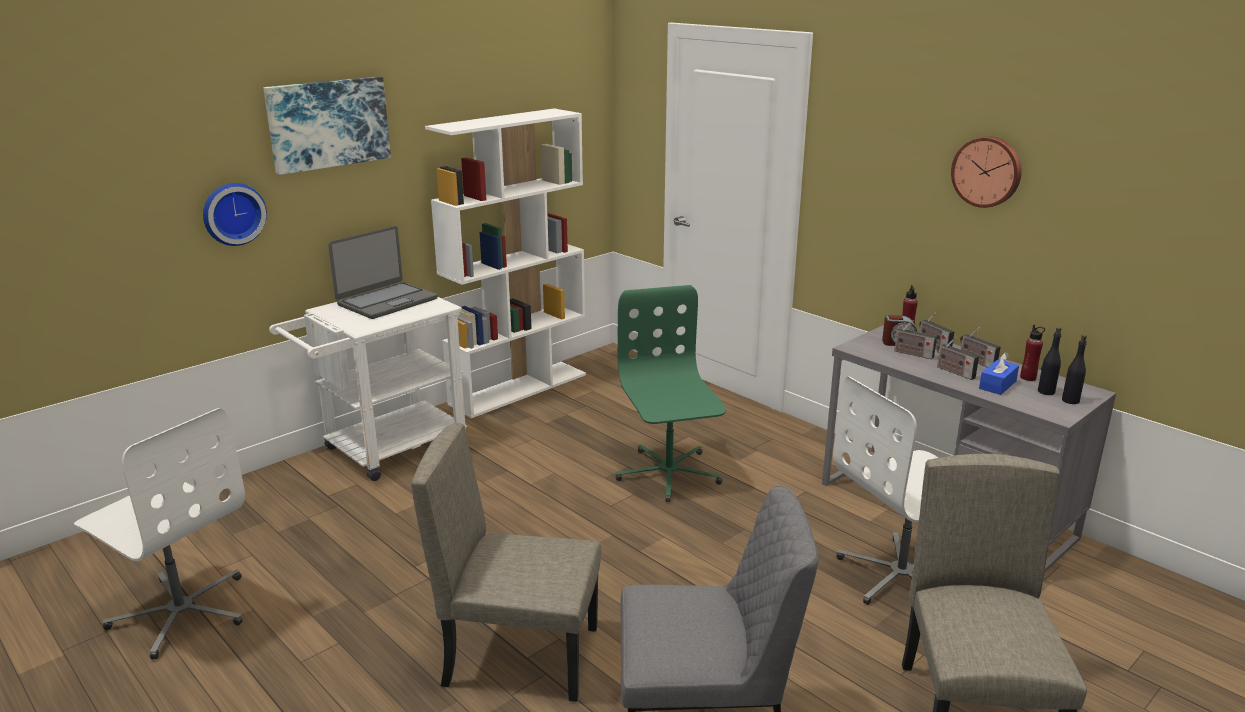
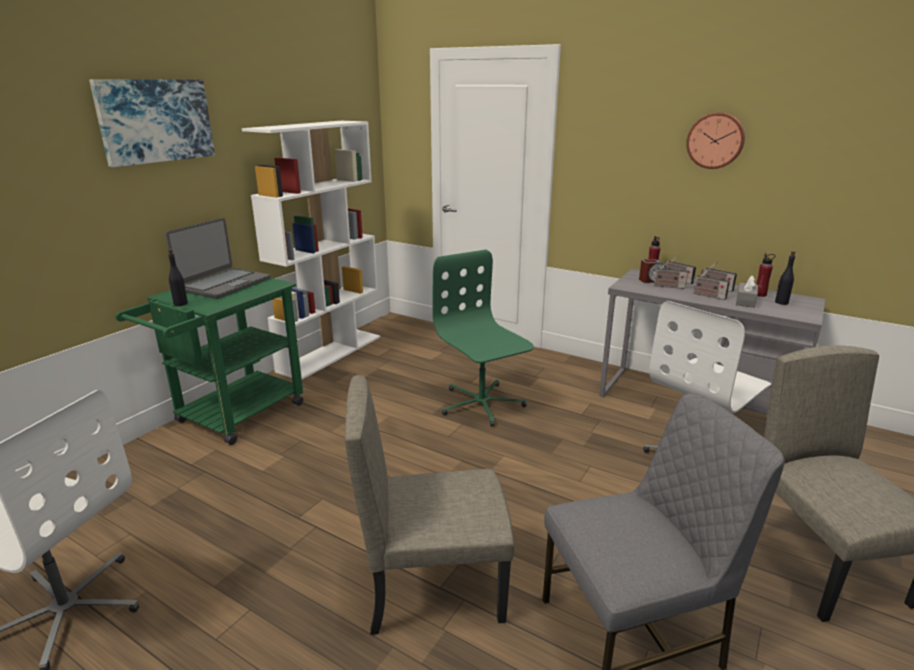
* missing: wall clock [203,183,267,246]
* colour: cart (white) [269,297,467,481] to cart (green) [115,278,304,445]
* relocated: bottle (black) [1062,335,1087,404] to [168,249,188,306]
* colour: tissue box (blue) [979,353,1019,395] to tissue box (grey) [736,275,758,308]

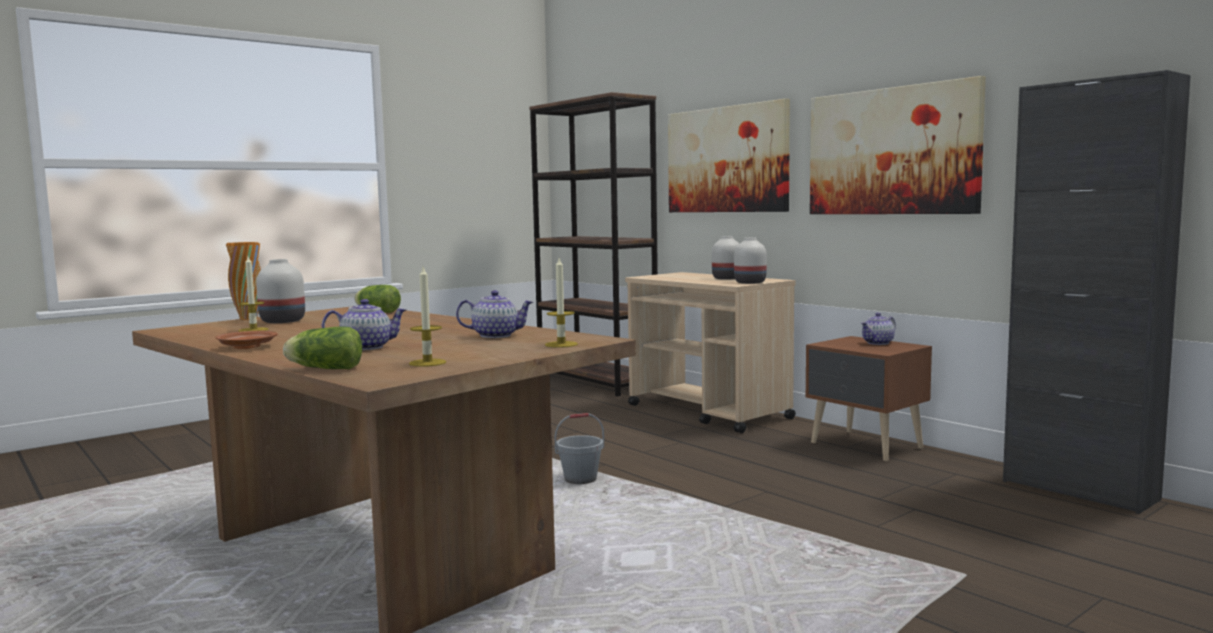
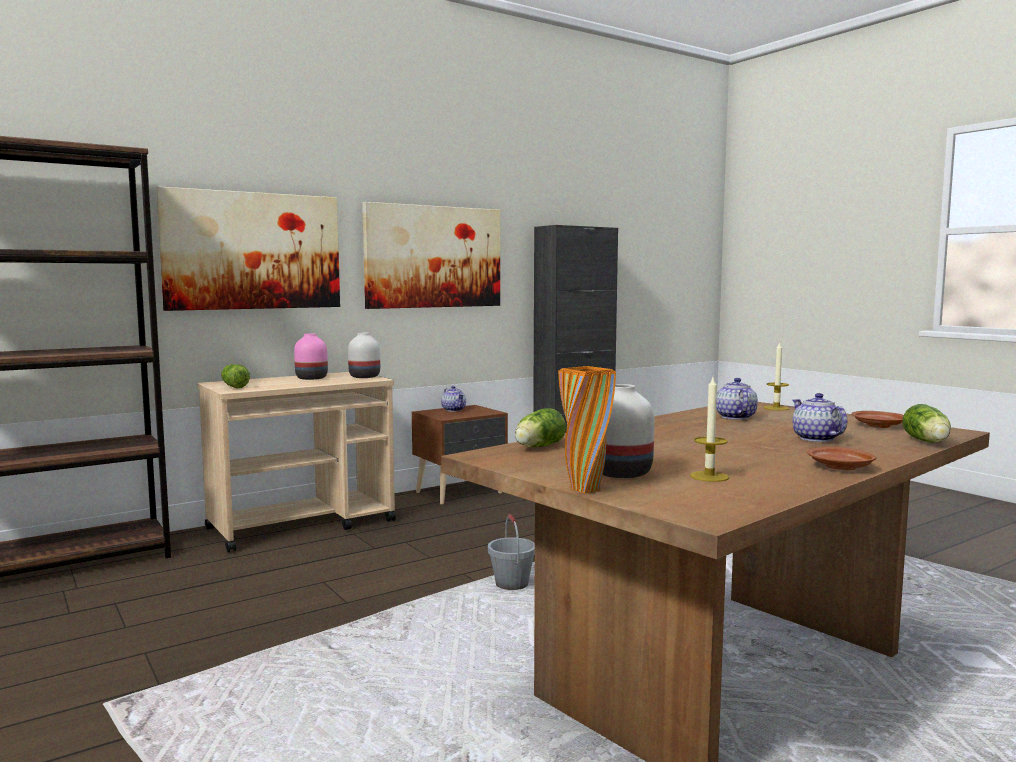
* colour: vase (white) [712,236,739,280] to vase (pink) [294,333,328,380]
* exchanged: candle [409,267,446,367] to plate (brown) [851,411,904,428]
* appeared: lettuce [221,364,250,388]

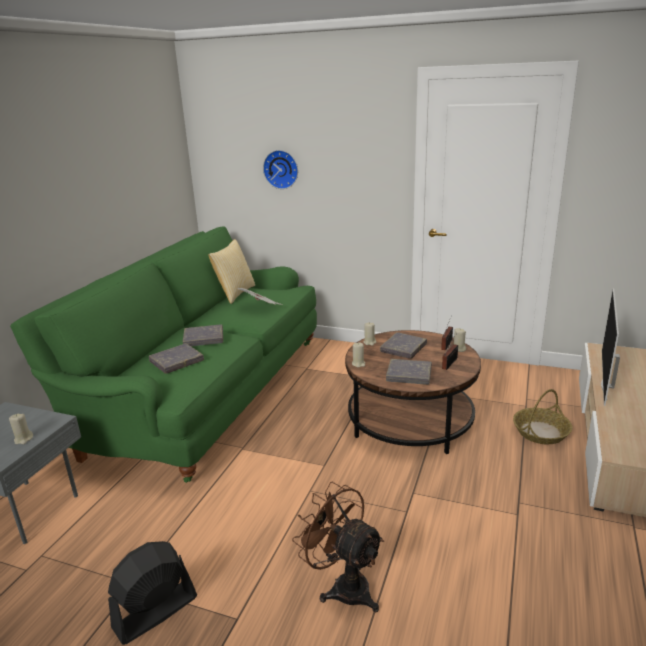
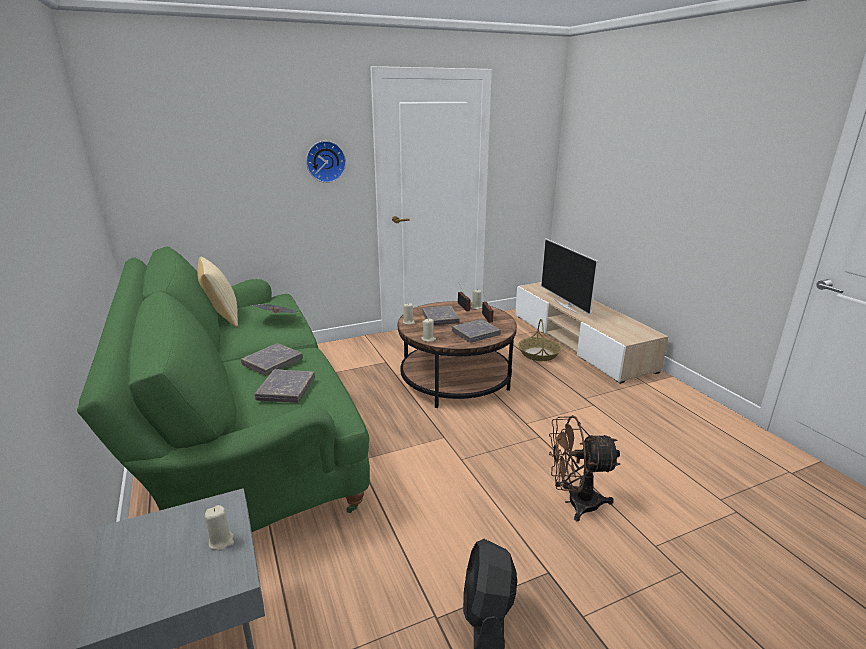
* relocated: wall clock [263,150,298,189] to [306,141,346,183]

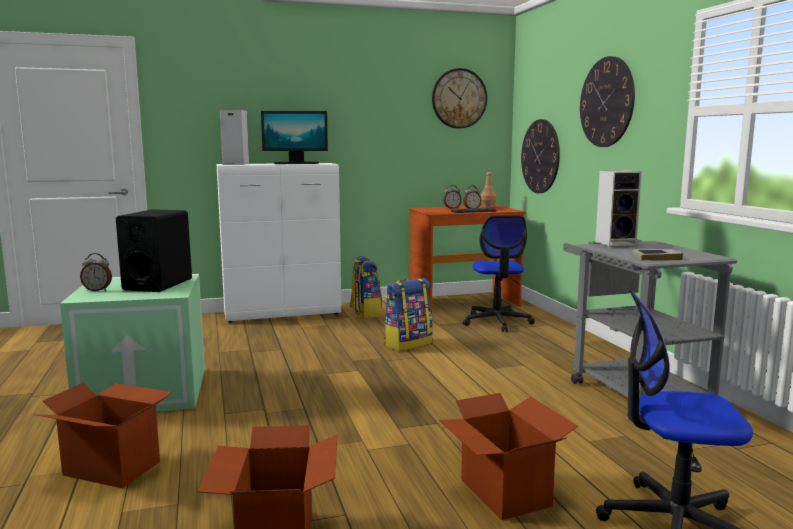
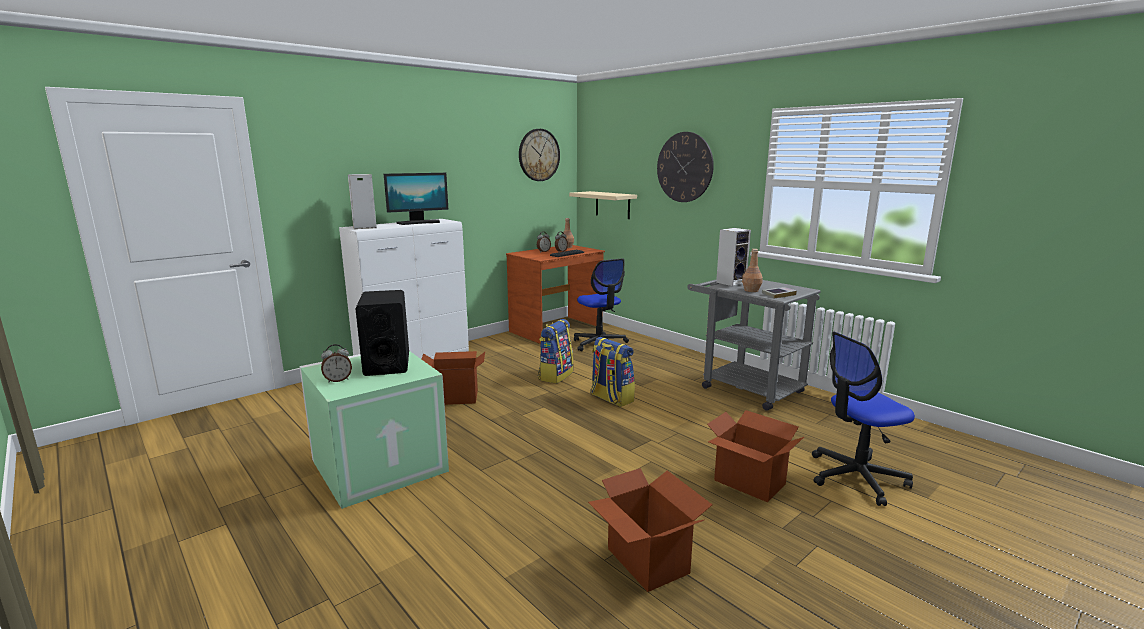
* exchanged: wall clock [521,119,560,193] to shelf (beige) [569,191,637,219]
* relocated: backpack [350,256,382,318] to [591,337,635,407]
* relocated: cardboard box [34,383,172,488] to [421,351,485,405]
* appeared: bottle (brown) [742,249,763,292]

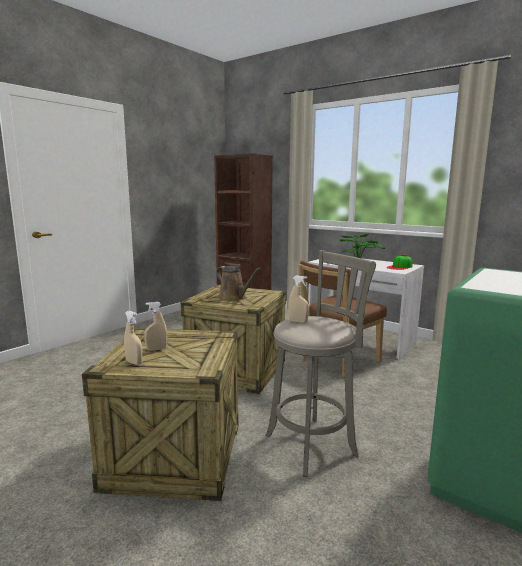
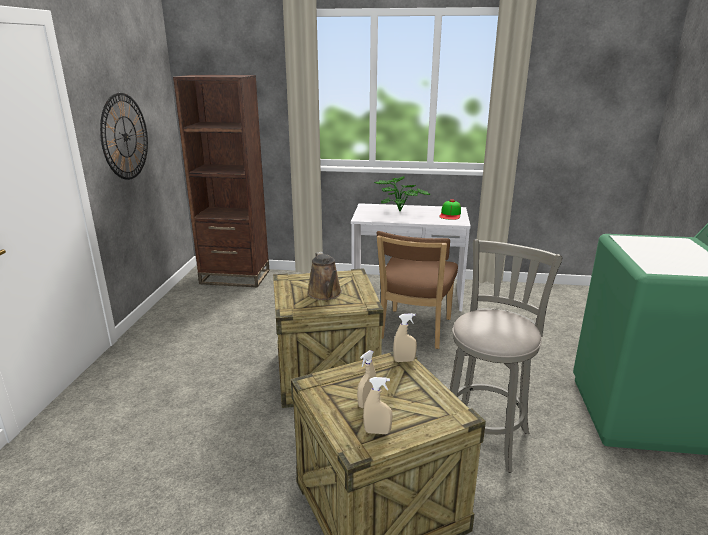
* spun: watering can (brown) [216,266,261,301] = [307,252,342,300] 60 degrees clockwise
* relocated: spray bottle (beige) [288,275,309,323] to [393,313,417,362]
* appeared: wall clock [100,93,148,180]

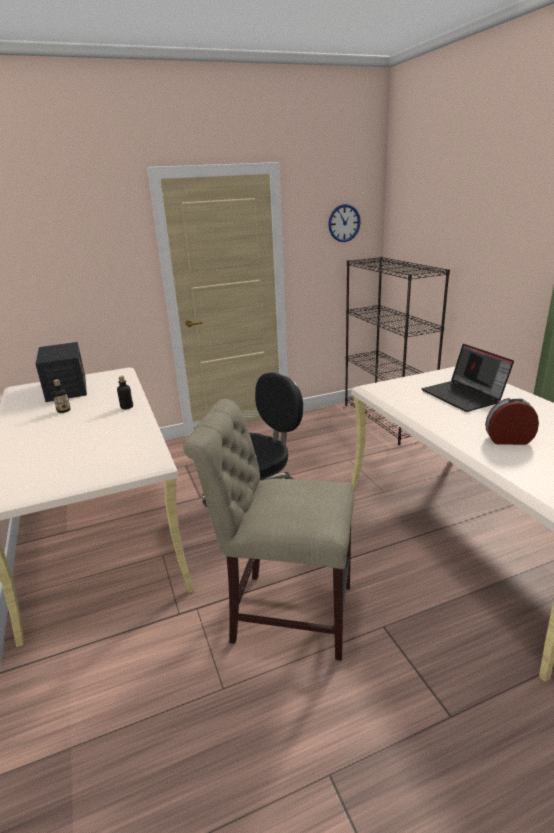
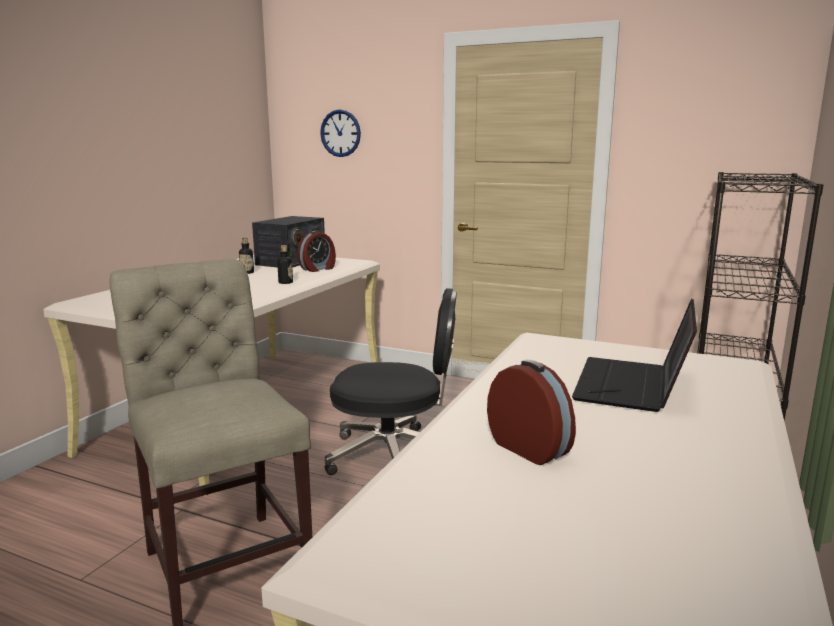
* relocated: wall clock [328,204,361,242] to [320,110,361,157]
* appeared: alarm clock [298,231,336,272]

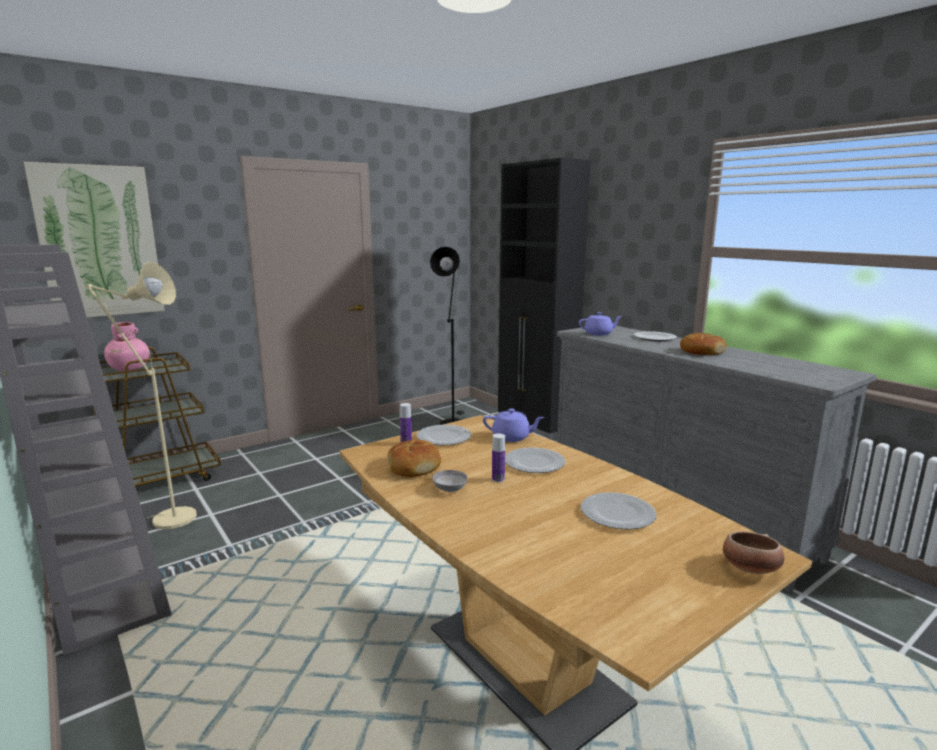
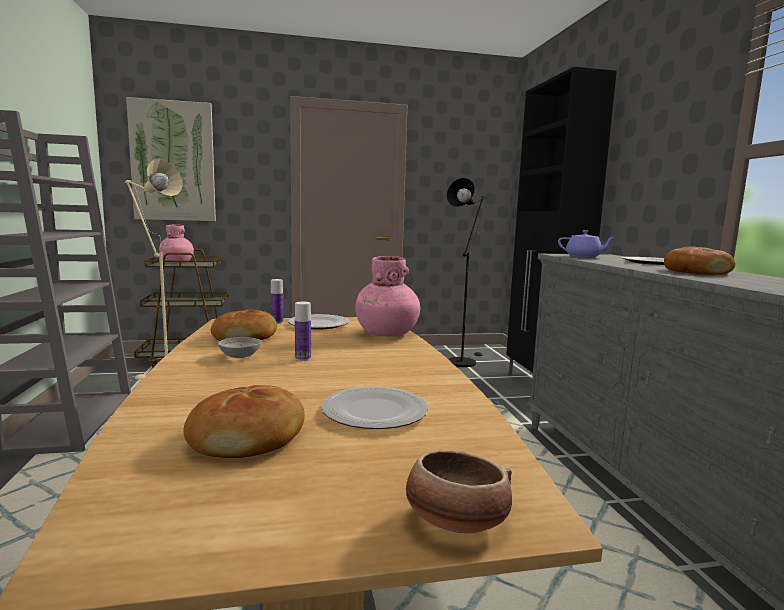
* exchanged: teapot (purple) [483,408,544,442] to vase (pink) [355,256,420,336]
* missing: plate [505,447,566,473]
* appeared: bread [183,385,305,458]

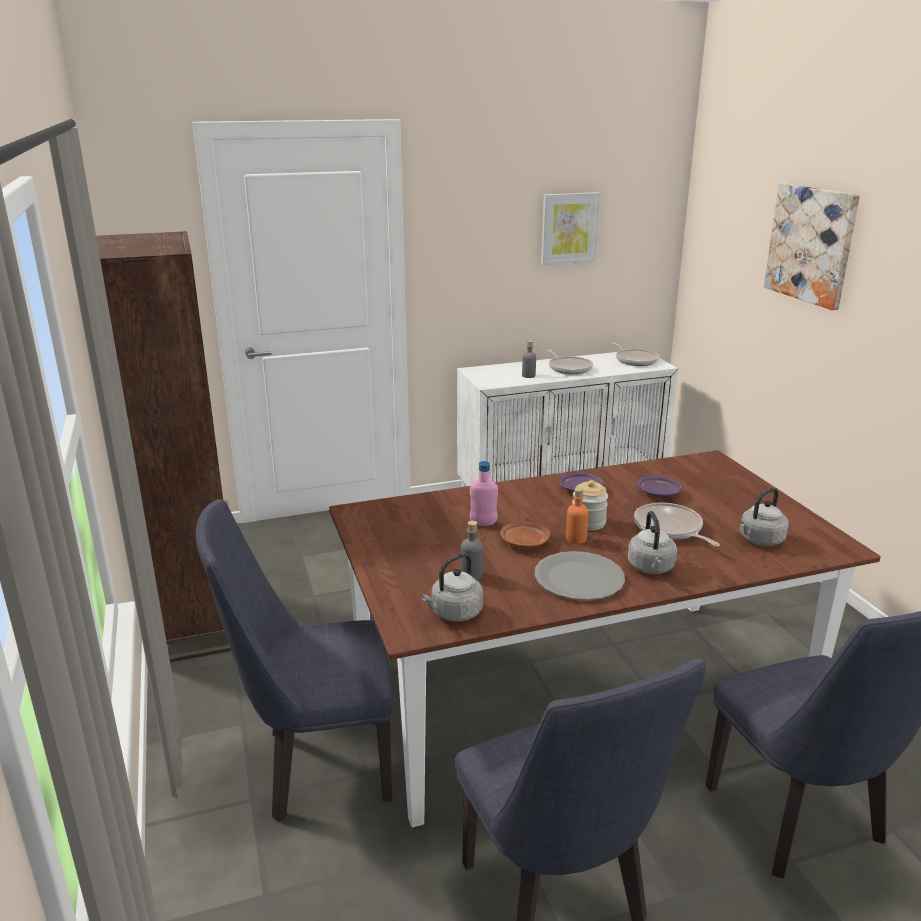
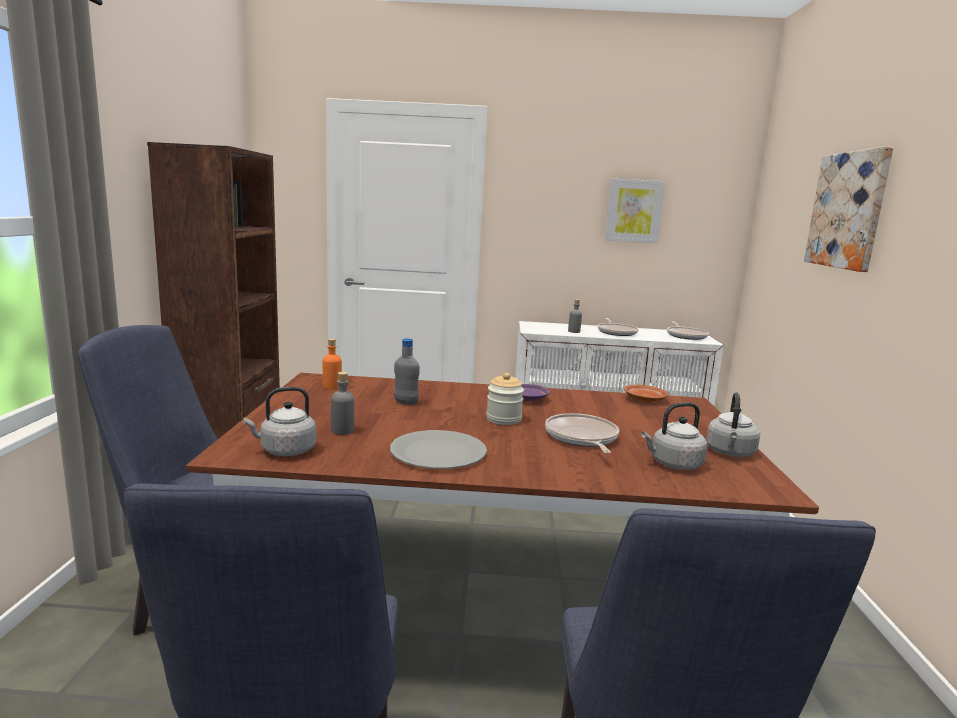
* colour: bottle (pink) [470,461,498,526] to bottle (grey) [394,338,420,405]
* missing: plate (purple) [637,476,682,497]
* relocated: bottle (orange) [566,488,588,544] to [323,338,342,390]
* relocated: kettle (grey) [628,511,677,574] to [706,392,760,457]
* relocated: plate (brown) [500,522,550,548] to [624,385,668,403]

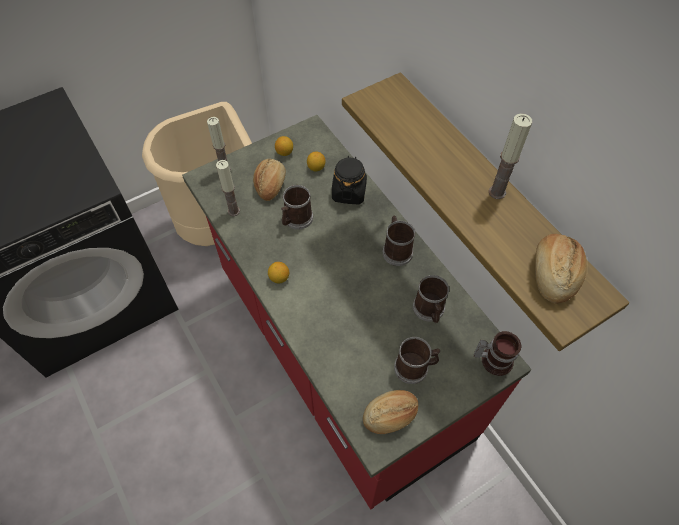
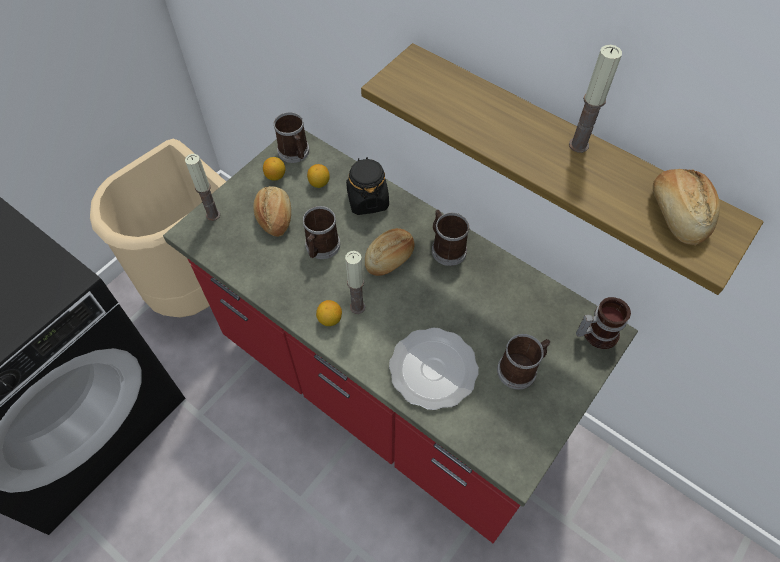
* relocated: candle [216,160,240,216] to [345,251,365,314]
* relocated: mug [413,275,449,323] to [274,112,309,163]
* relocated: bread [363,390,418,434] to [365,228,415,276]
* appeared: plate [389,328,479,410]

